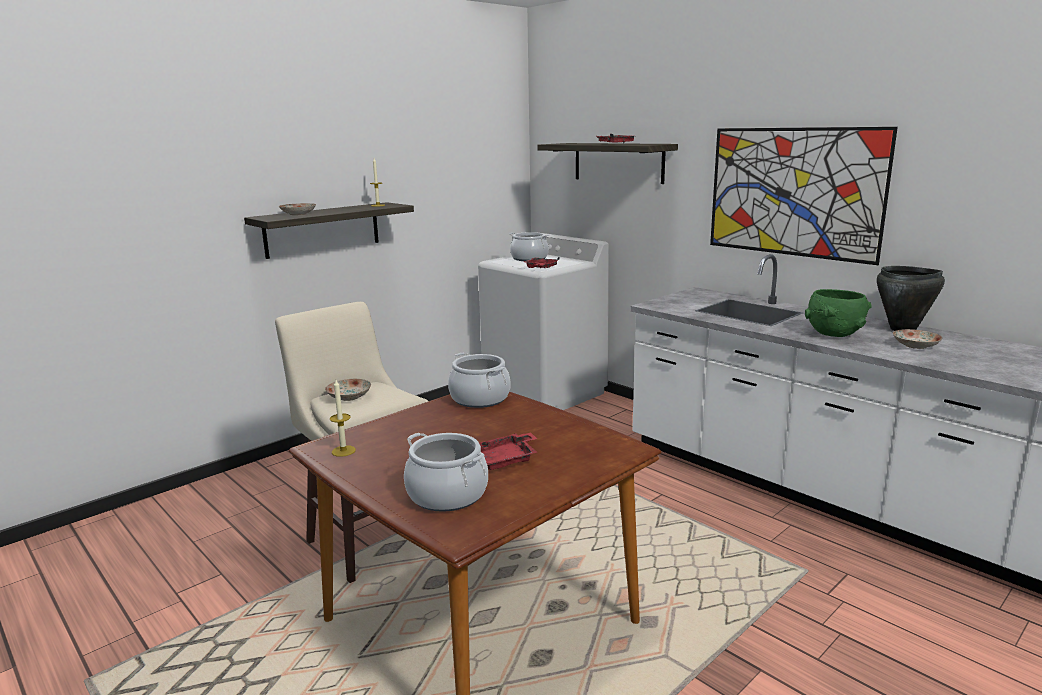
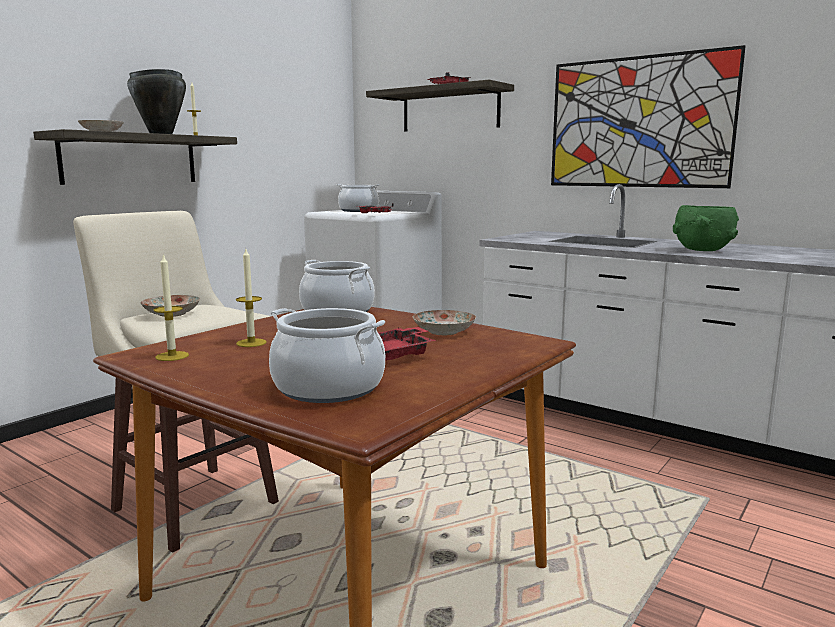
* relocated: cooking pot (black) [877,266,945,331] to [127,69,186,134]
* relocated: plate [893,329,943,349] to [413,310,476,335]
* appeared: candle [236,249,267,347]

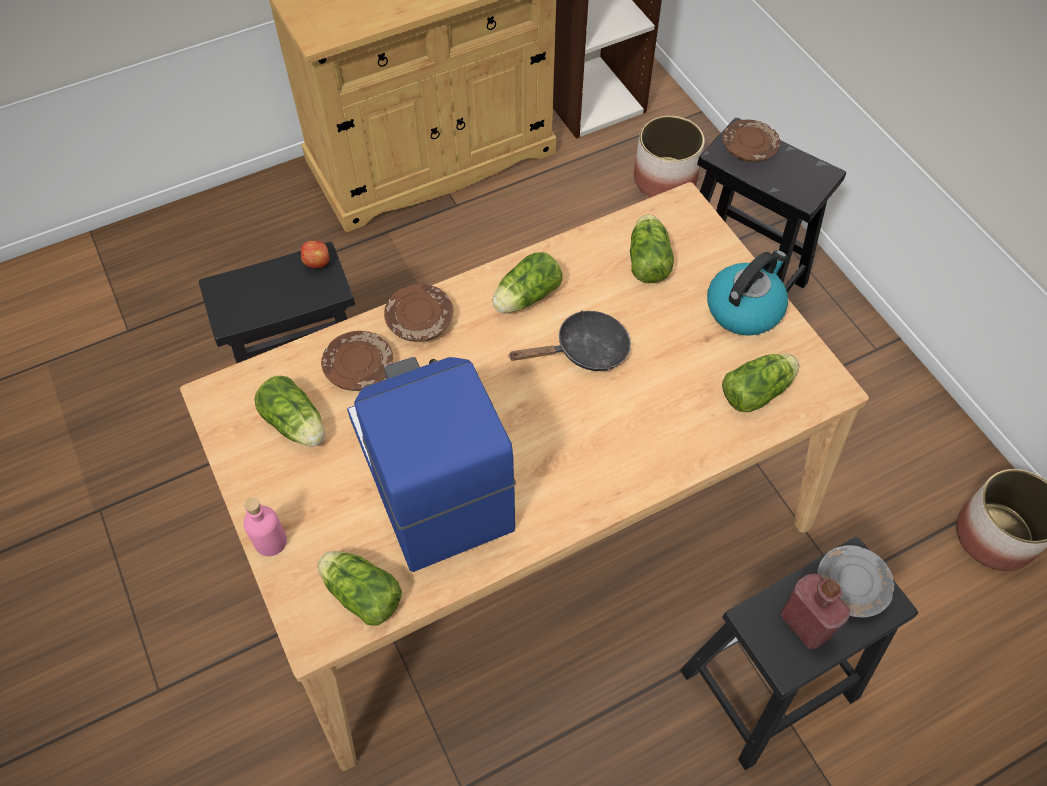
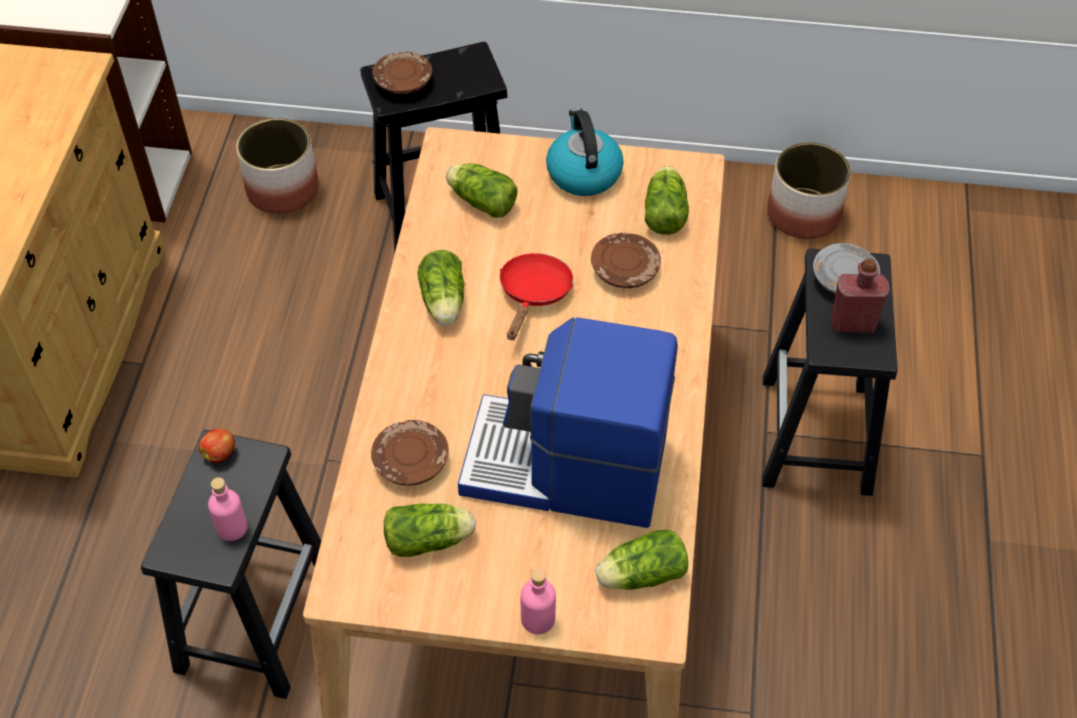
* relocated: plate (brown) [384,284,453,342] to [591,233,661,288]
* colour: frying pan (black) [508,310,631,371] to frying pan (red) [500,253,574,340]
* appeared: bottle (pink) [208,477,248,541]

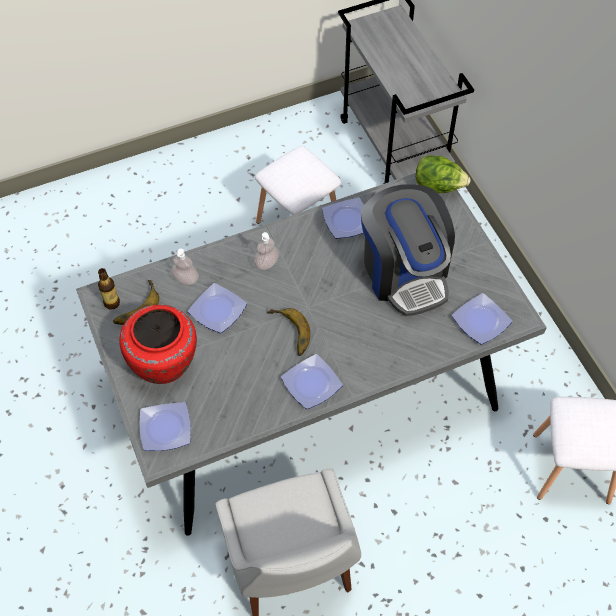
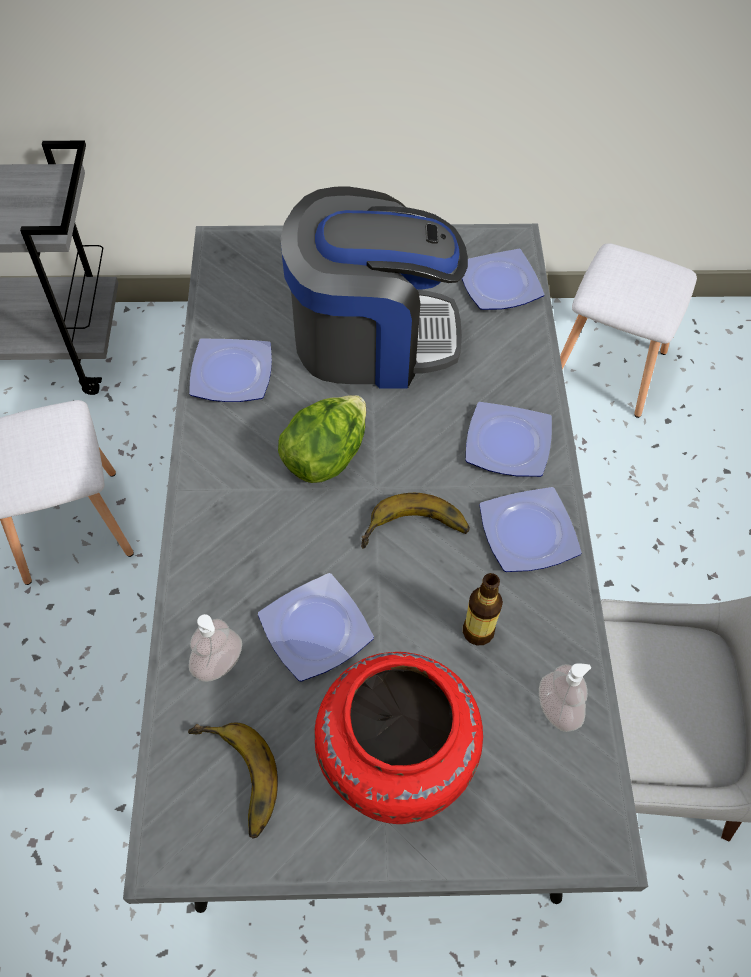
* relocated: lettuce [416,155,471,193] to [278,395,366,483]
* relocated: soap dispenser [254,232,279,270] to [539,663,591,732]
* relocated: bottle [98,268,120,310] to [463,573,503,645]
* relocated: plate [139,402,191,451] to [466,402,552,477]

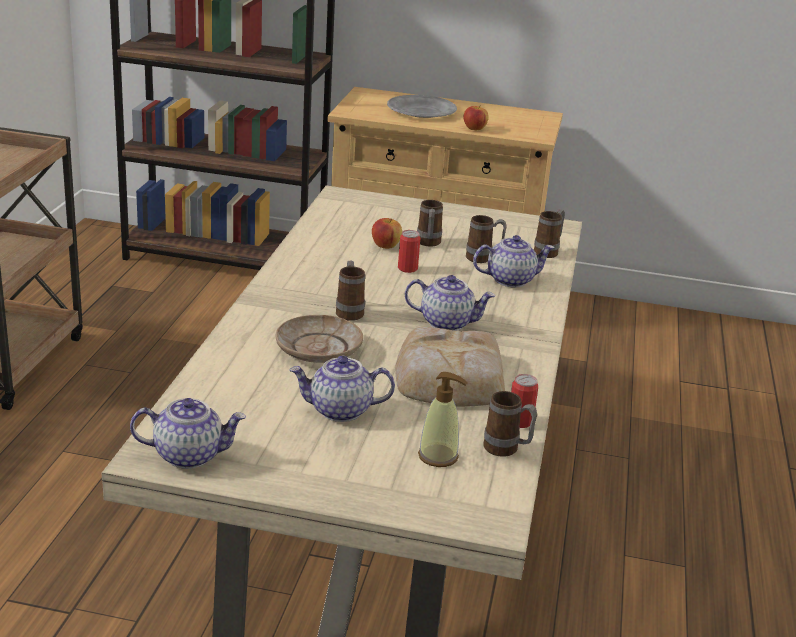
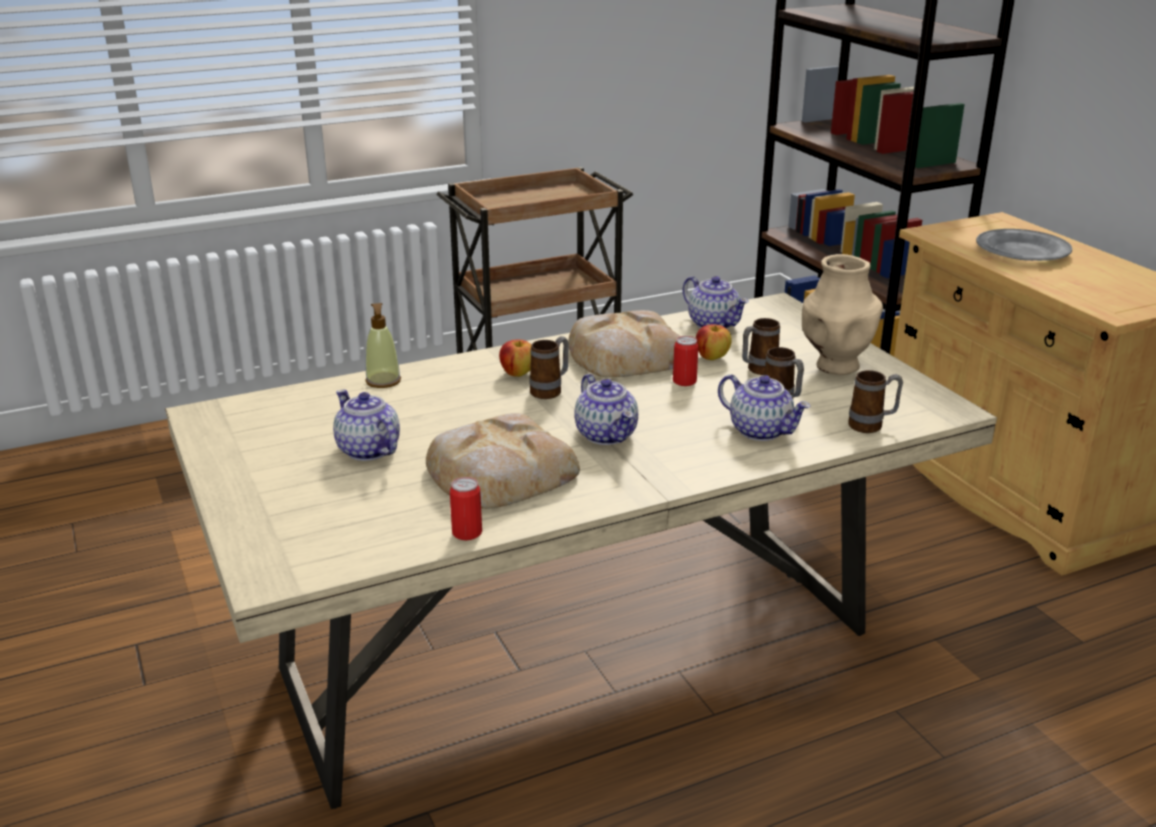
* relocated: apple [463,105,489,130] to [499,340,532,377]
* missing: plate (beige) [276,315,363,363]
* relocated: soap dispenser [418,372,468,467] to [365,303,401,388]
* missing: mug [484,391,537,457]
* relocated: teapot [130,398,246,469] to [683,276,749,329]
* appeared: vase (beige) [802,254,883,375]
* appeared: bread [568,310,680,377]

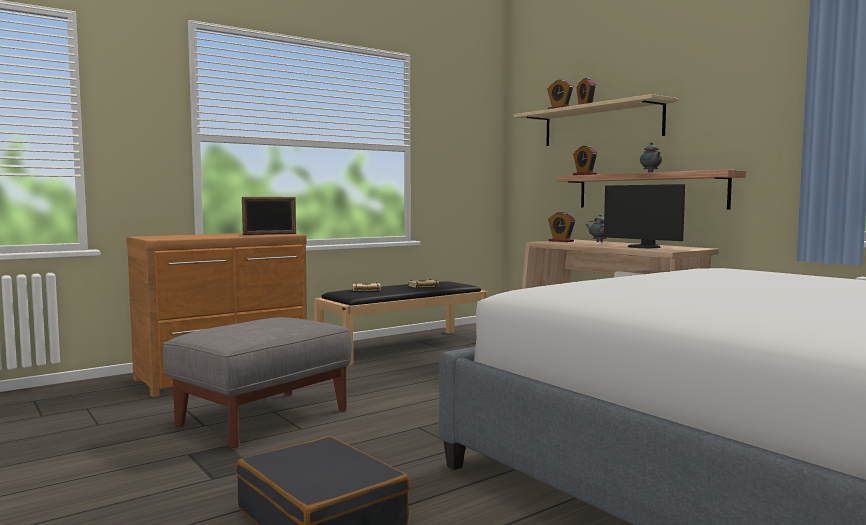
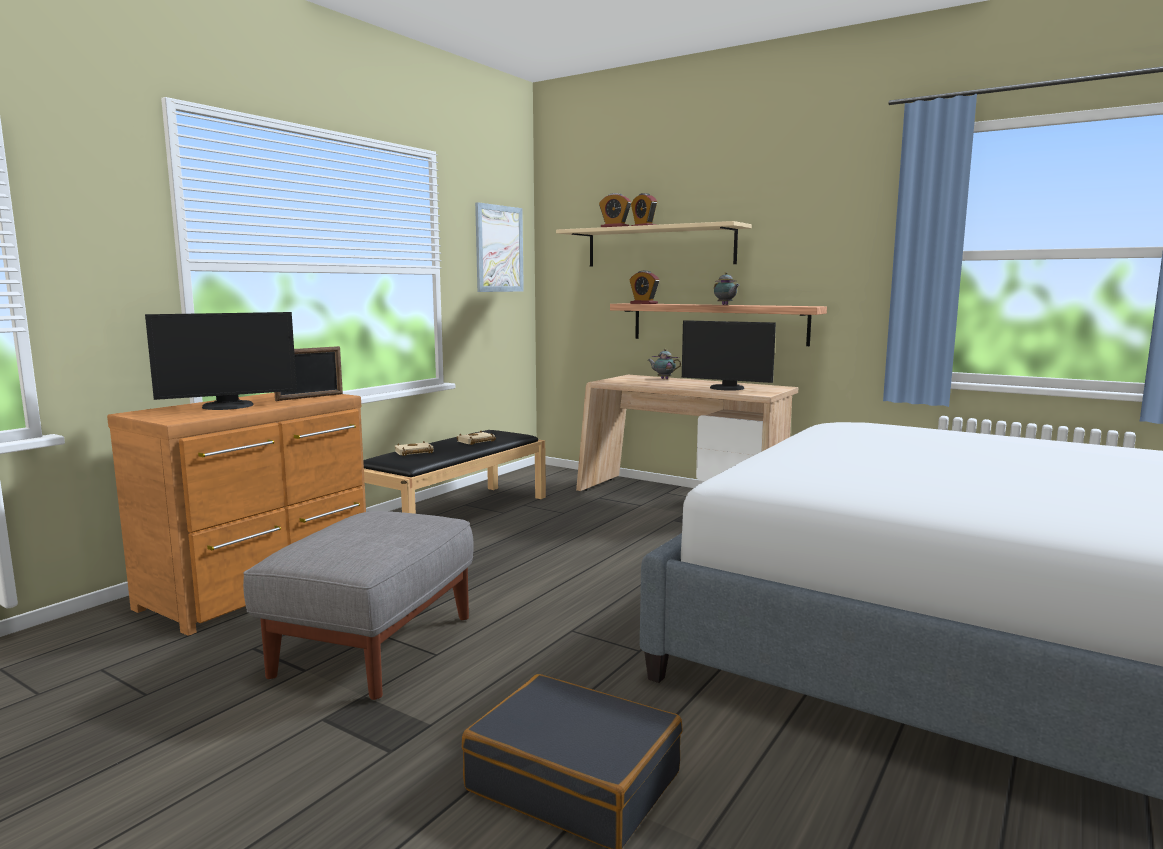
* missing: alarm clock [548,212,575,242]
* appeared: picture [475,202,524,292]
* appeared: monitor [145,312,297,410]

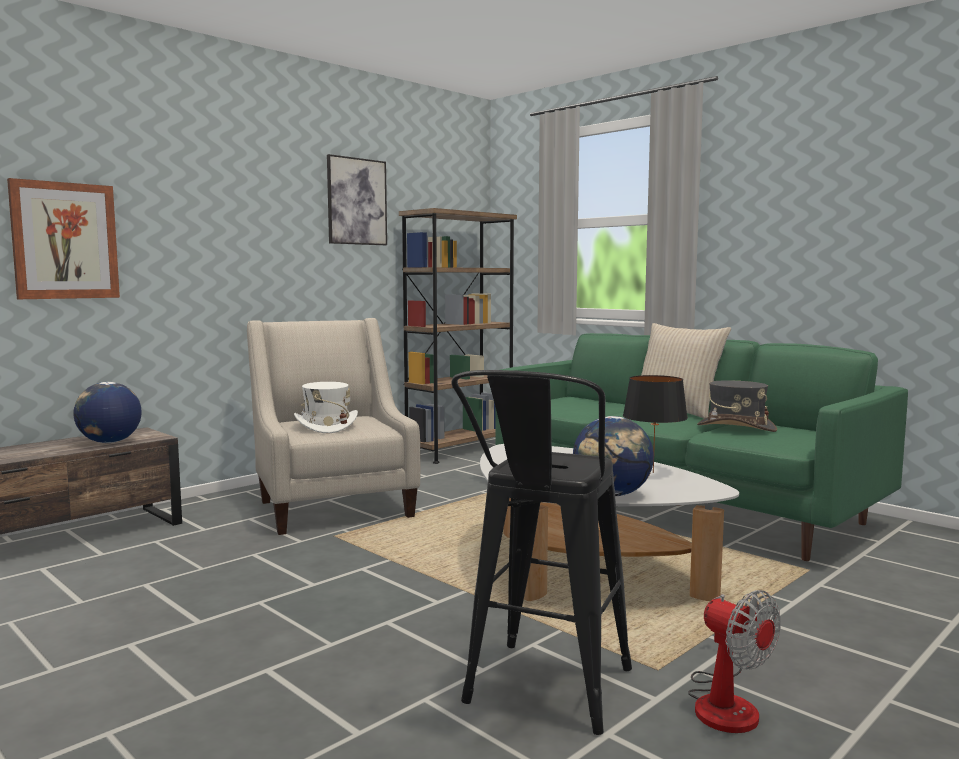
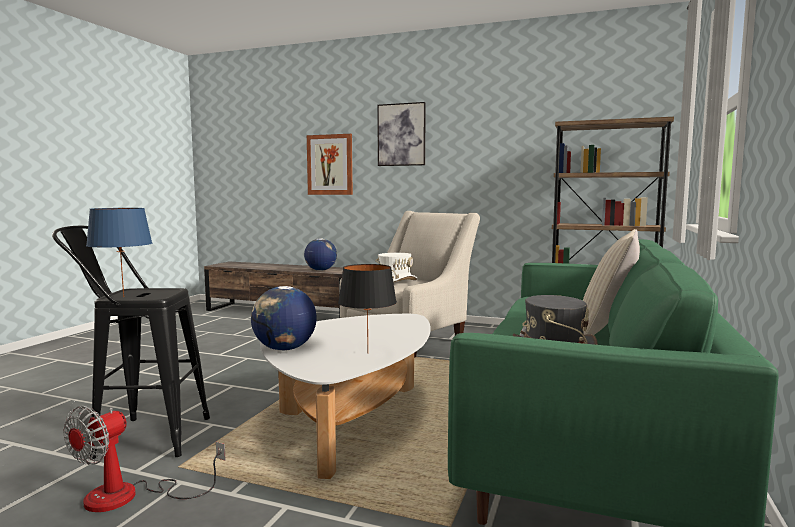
* relocated: picture [327,154,387,245] to [377,102,426,166]
* appeared: table lamp (blue) [86,208,152,297]

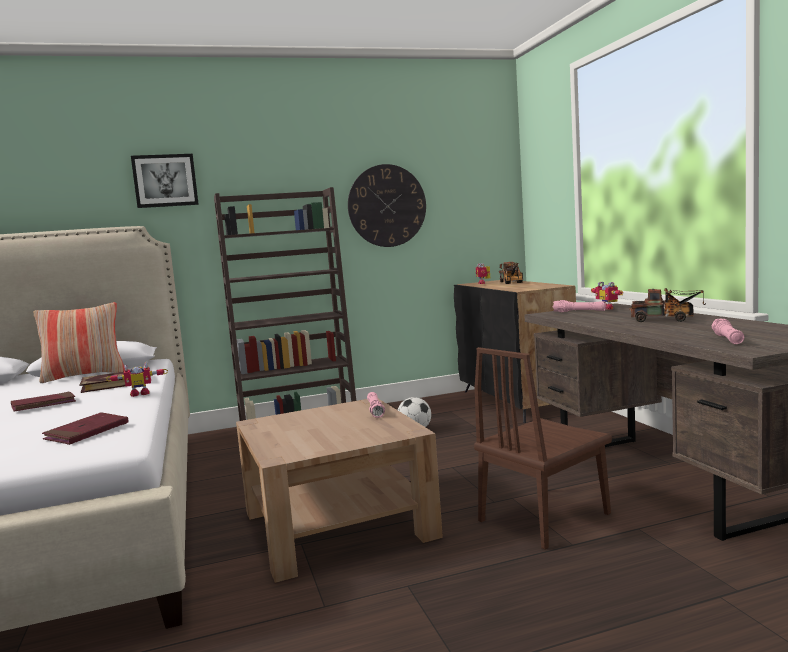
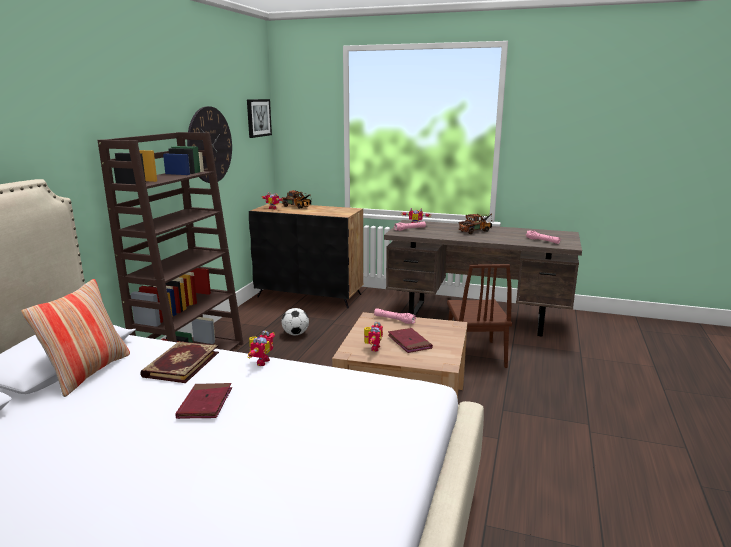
* relocated: picture [131,154,199,208] to [247,99,272,138]
* relocated: book (red) [42,412,129,445] to [388,328,433,353]
* appeared: toy robot [364,322,383,352]

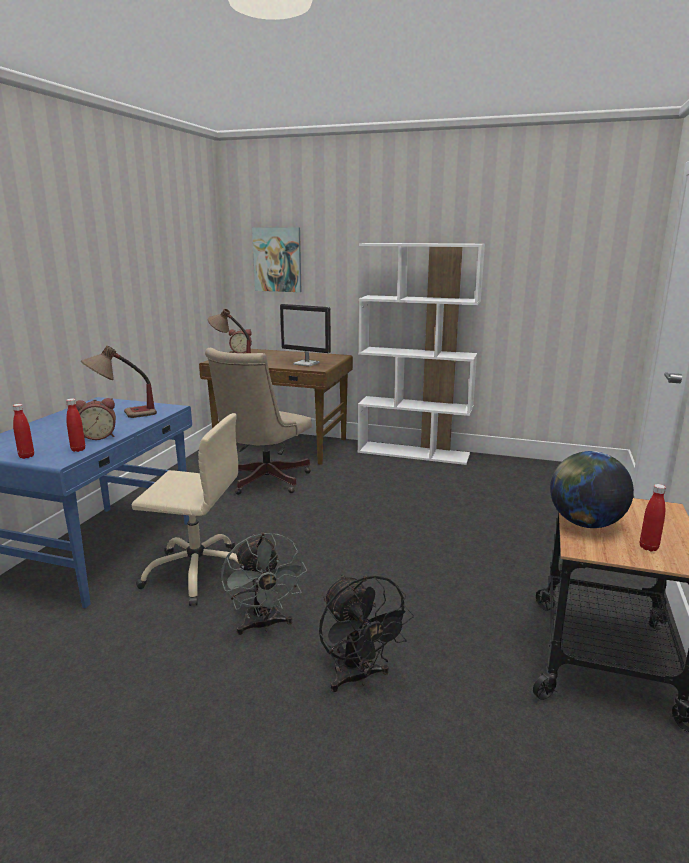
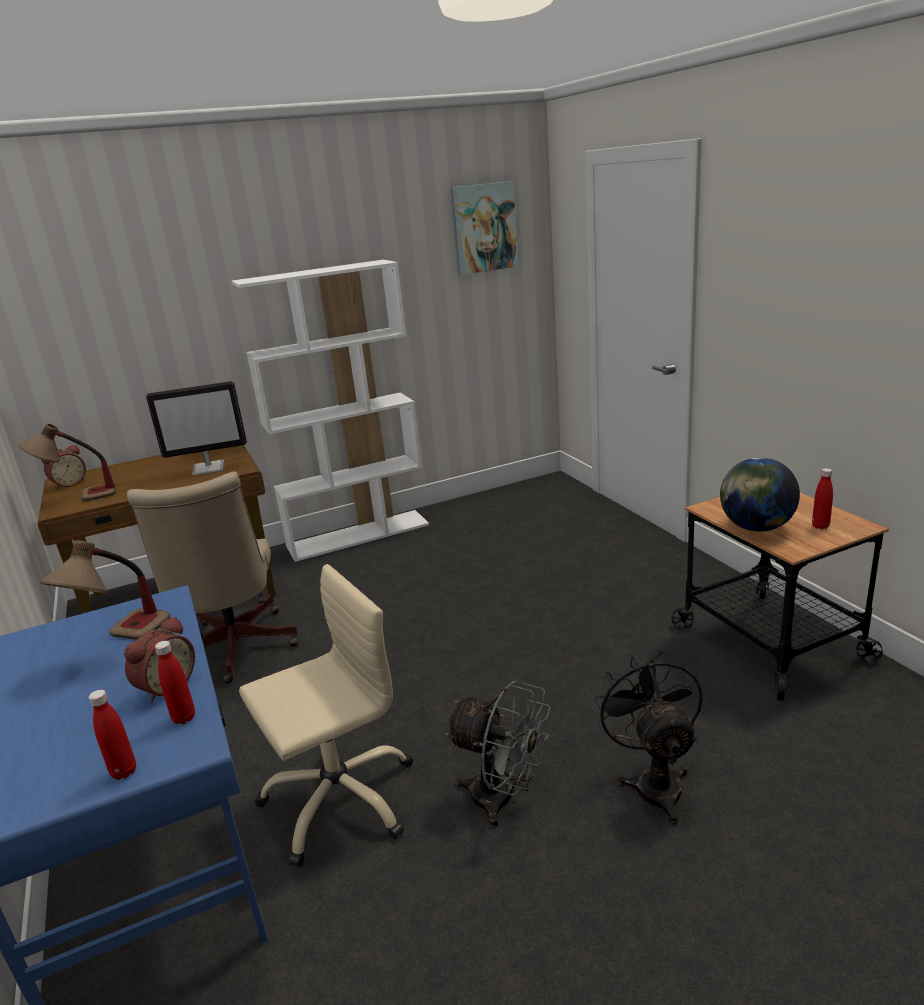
* relocated: picture [252,227,302,292] to [451,181,519,275]
* spun: fan (black) [319,575,414,692] = [595,651,703,825] 120 degrees counterclockwise

